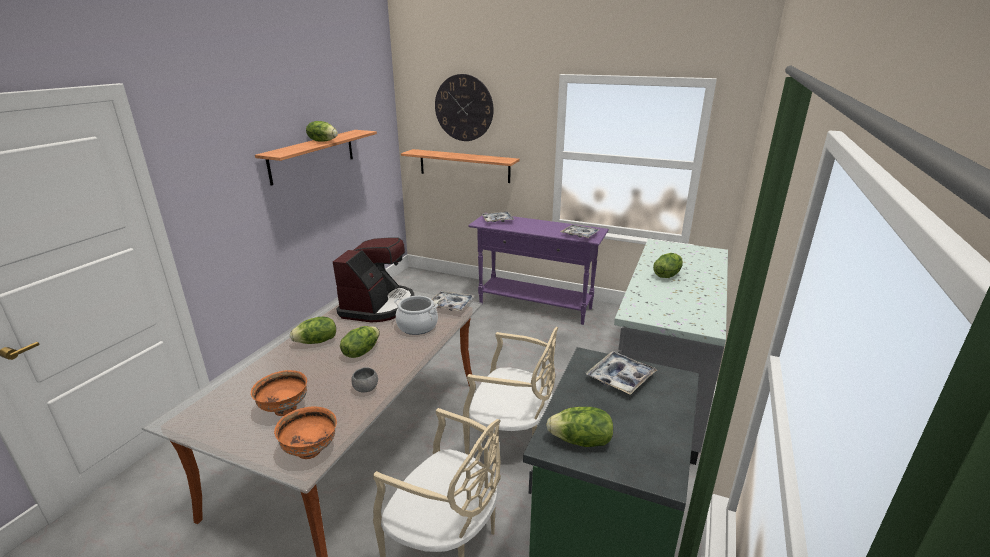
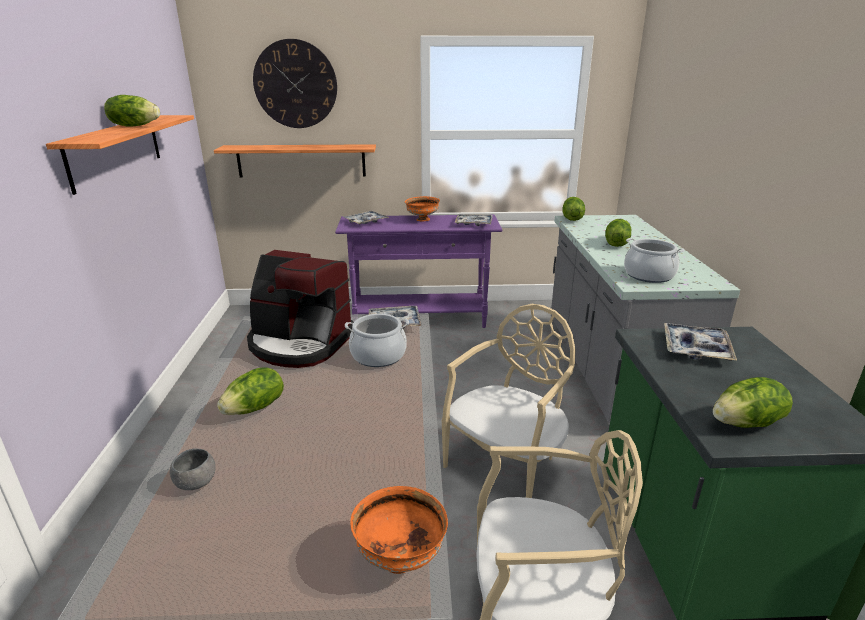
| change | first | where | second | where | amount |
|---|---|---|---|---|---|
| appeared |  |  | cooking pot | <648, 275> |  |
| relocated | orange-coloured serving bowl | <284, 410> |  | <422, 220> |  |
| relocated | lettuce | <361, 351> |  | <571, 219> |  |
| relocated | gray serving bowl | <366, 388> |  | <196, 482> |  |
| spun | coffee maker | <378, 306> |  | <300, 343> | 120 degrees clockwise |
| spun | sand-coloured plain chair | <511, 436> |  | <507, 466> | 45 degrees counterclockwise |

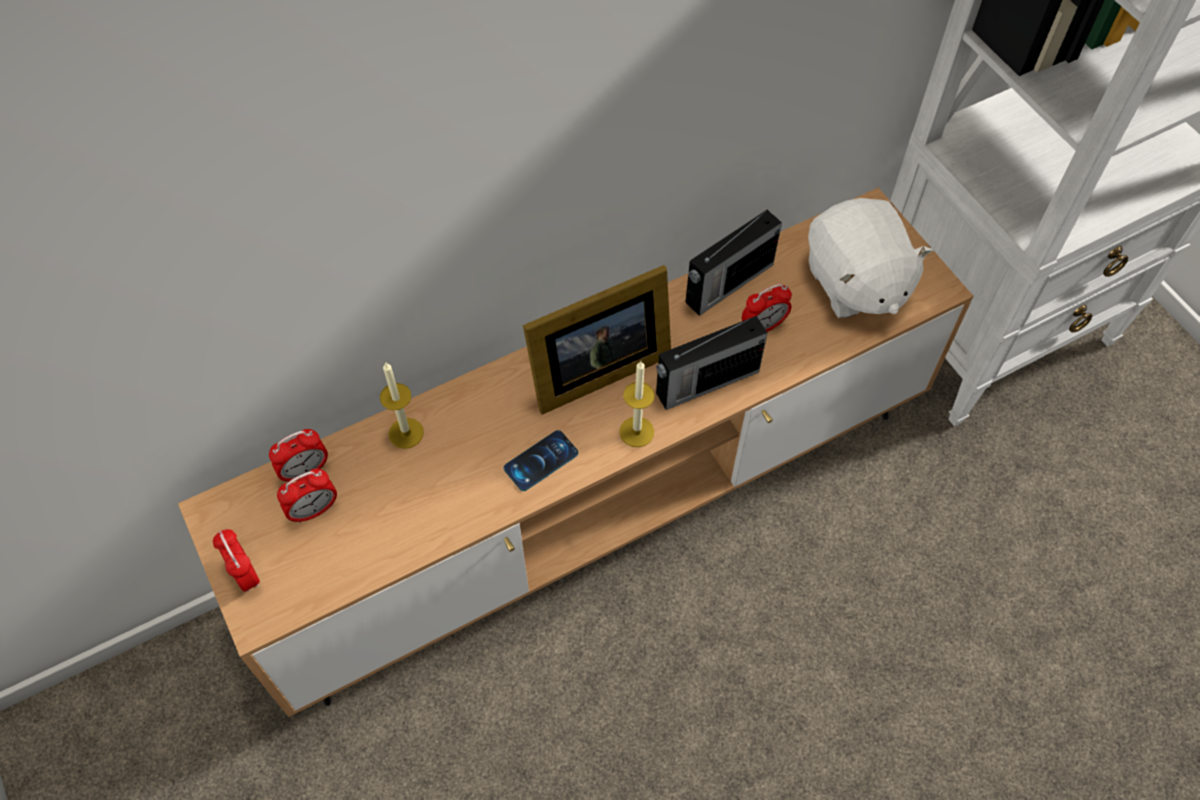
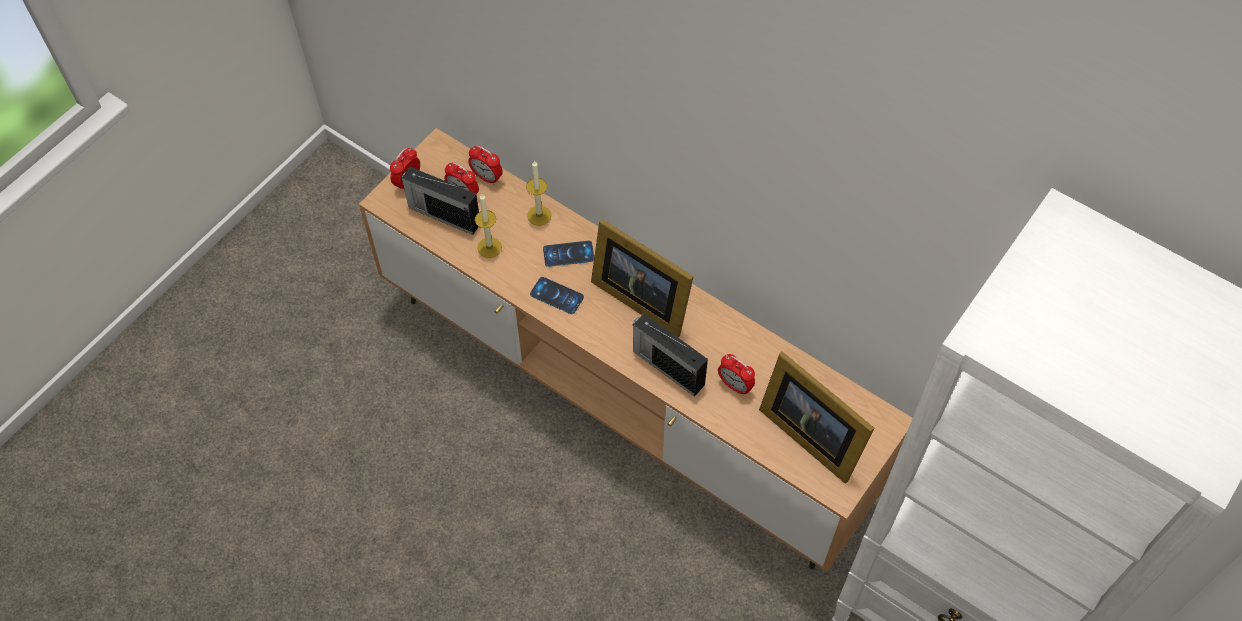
| change | first | where | second | where | amount |
|---|---|---|---|---|---|
| appeared |  |  | phone | <568, 254> |  |
| relocated | candle | <636, 432> |  | <489, 247> |  |
| relocated | radio | <727, 284> |  | <443, 214> |  |
| exchanged | white soft toy | <855, 283> | standing frame | <809, 432> |  |

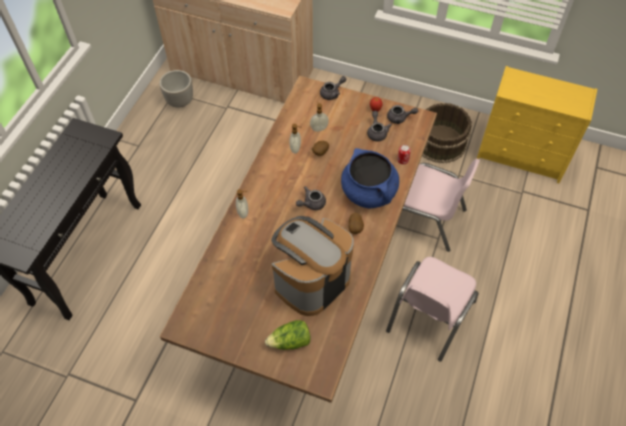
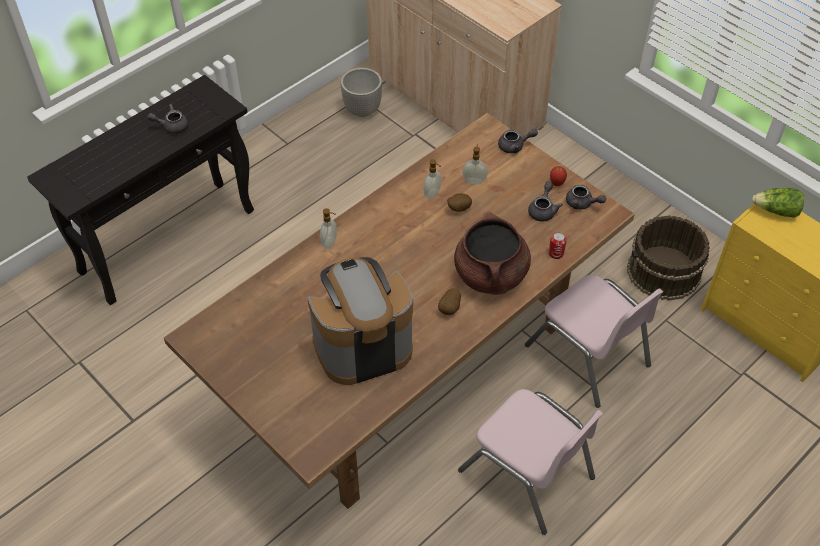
| change | first | where | second | where | amount |
|---|---|---|---|---|---|
| relocated | lettuce | <290, 341> |  | <776, 211> |  |
| relocated | gray tea pot | <311, 203> |  | <172, 126> |  |
| colour | blue cooking pot | <369, 192> | brown cooking pot | <491, 275> |  |
| spun | pinkish plain chair | <429, 316> |  | <527, 474> | 105 degrees counterclockwise |

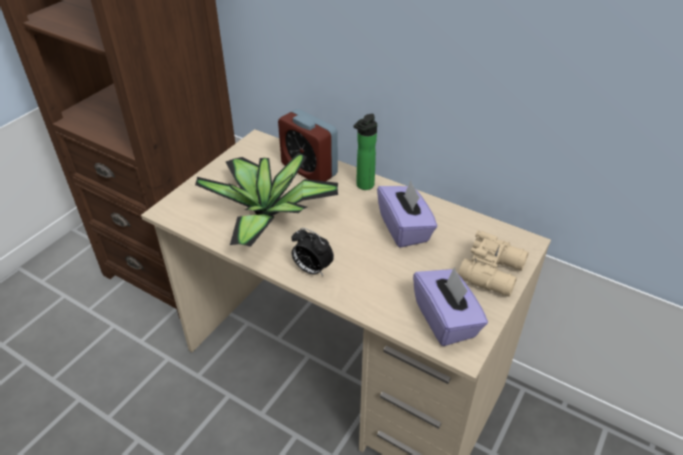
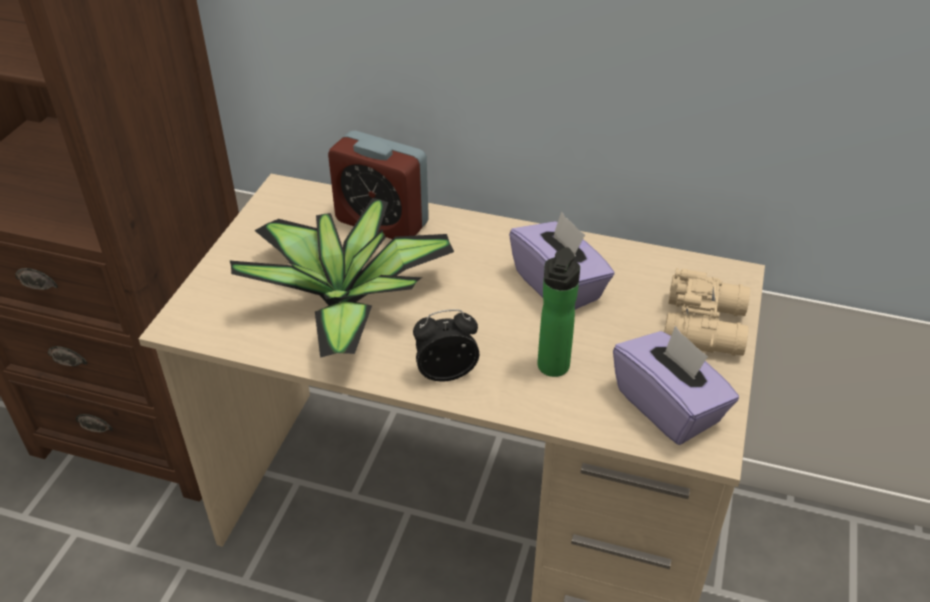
| change | first | where | second | where | amount |
|---|---|---|---|---|---|
| relocated | bottle | <363, 186> |  | <552, 369> |  |
| spun | bedside clock | <311, 269> |  | <446, 372> | 150 degrees clockwise |

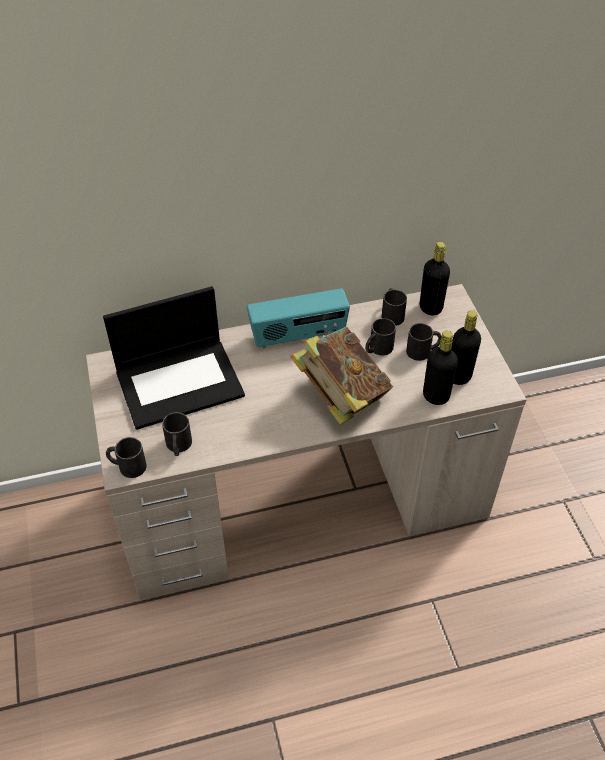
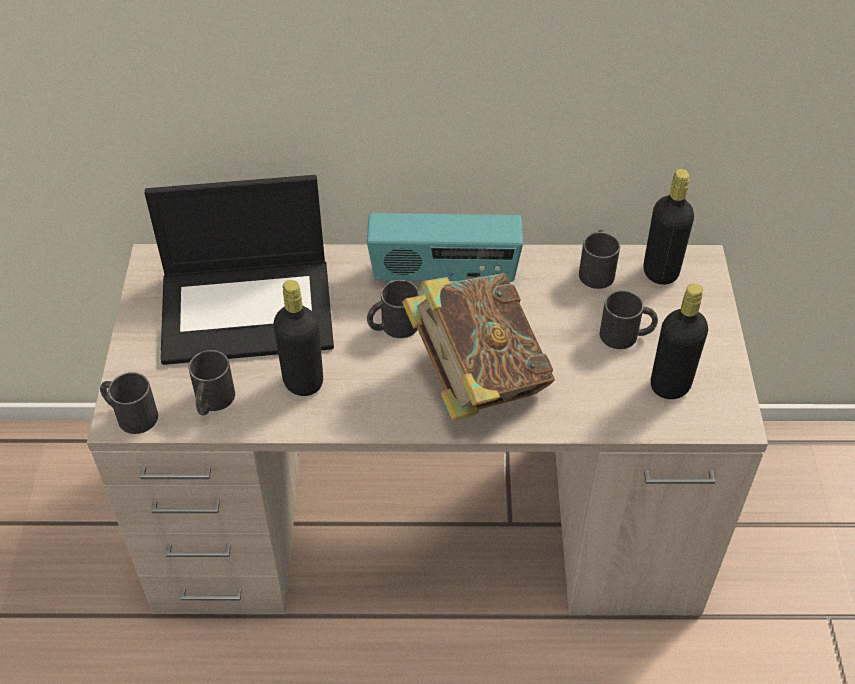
| change | first | where | second | where | amount |
|---|---|---|---|---|---|
| relocated | black mug | <377, 349> |  | <393, 326> |  |
| relocated | black bottle | <436, 396> |  | <303, 382> |  |

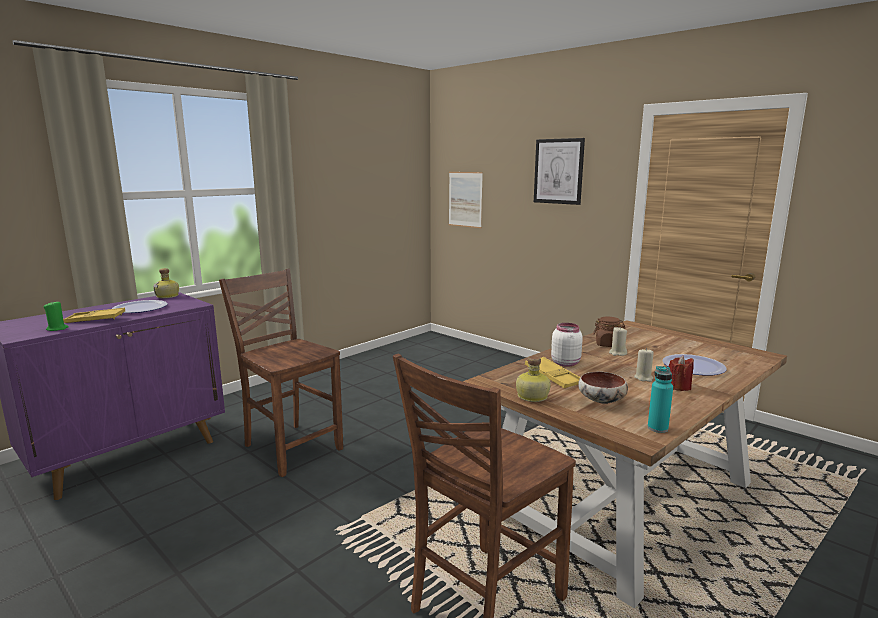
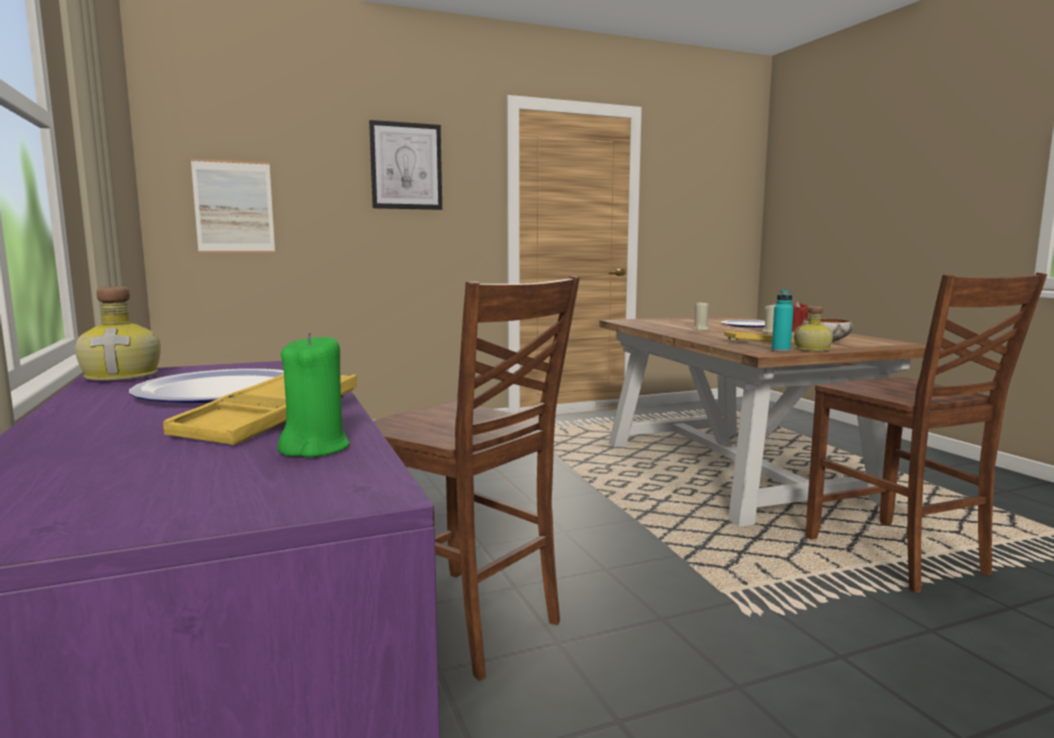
| change | first | where | second | where | amount |
|---|---|---|---|---|---|
| missing | white preserve jar | <565, 363> |  |  |  |
| missing | brown preserve jar | <607, 344> |  |  |  |
| relocated | blue-green bottle | <657, 428> |  | <781, 350> |  |
| spun | brown plain chair | <291, 447> |  | <465, 623> | 120 degrees counterclockwise |

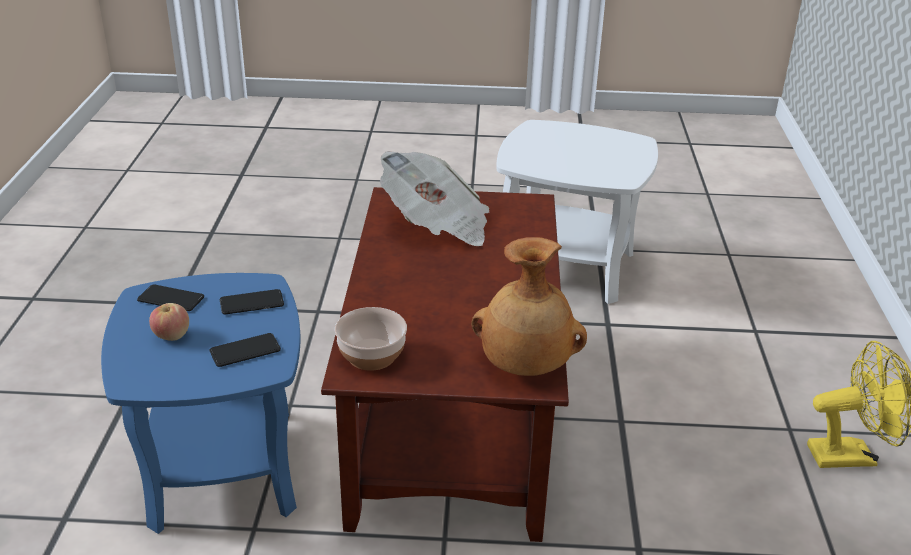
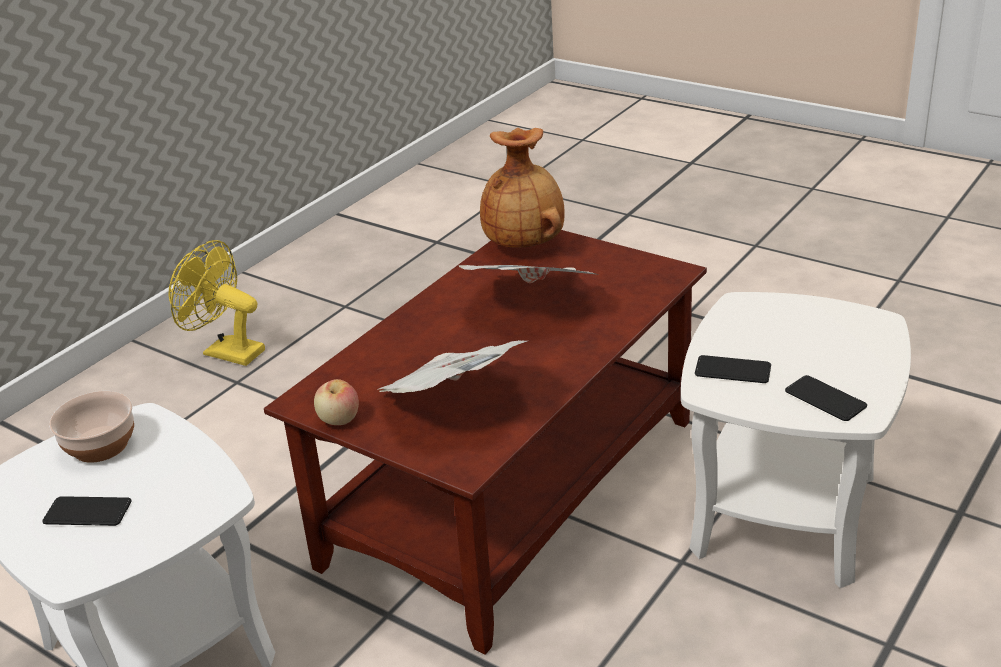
| change | first | where | second | where | amount |
|---|---|---|---|---|---|
| appeared |  |  | daily paper | <534, 301> |  |
| relocated | apple | <171, 335> |  | <339, 419> |  |
| relocated | phone | <245, 351> |  | <87, 512> |  |
| relocated | serving bowl | <371, 355> |  | <100, 446> |  |
| colour | blue end table | <222, 467> | white end table | <784, 513> |  |

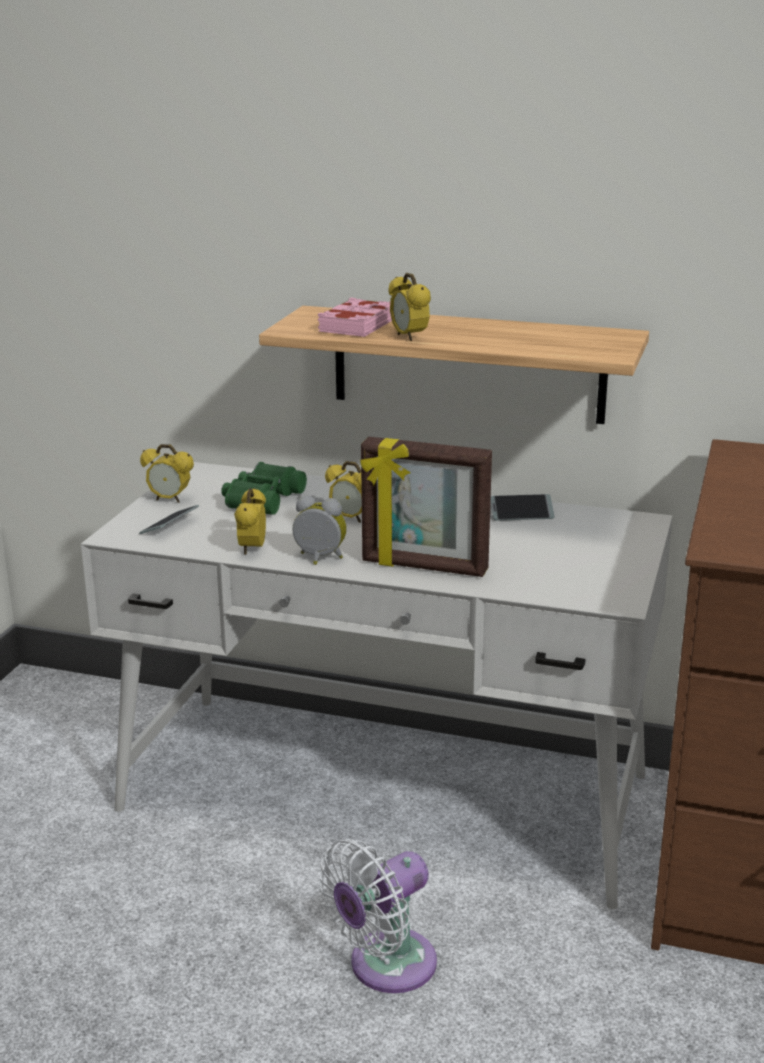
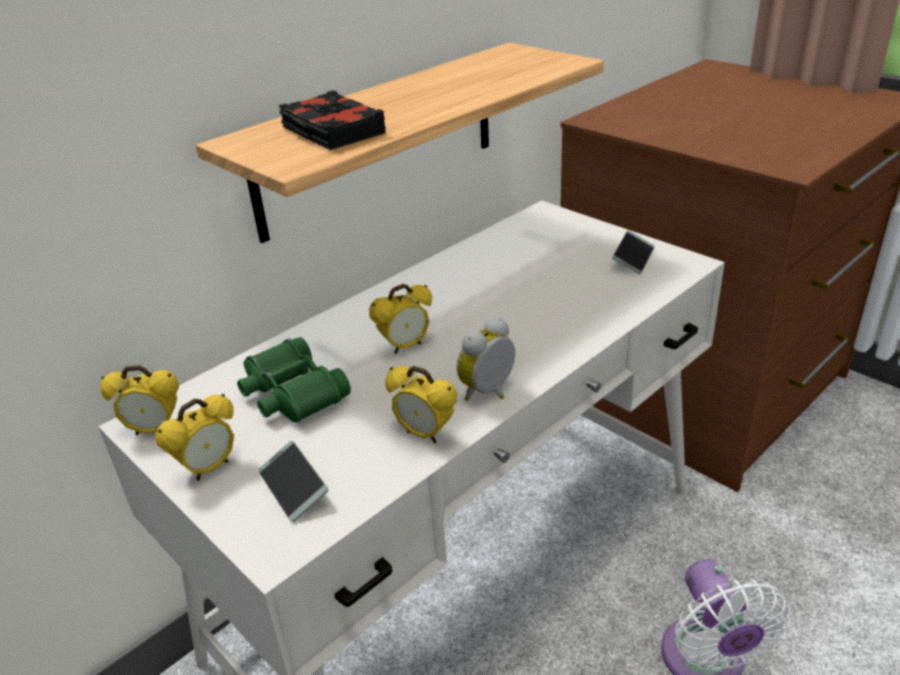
| change | first | where | second | where | amount |
|---|---|---|---|---|---|
| missing | standing frame | <424, 567> |  |  |  |
| relocated | bedside clock | <409, 337> |  | <154, 430> |  |
| relocated | phone | <521, 514> |  | <633, 258> |  |
| colour | pinkish bound book | <356, 325> | black bound book | <332, 131> |  |

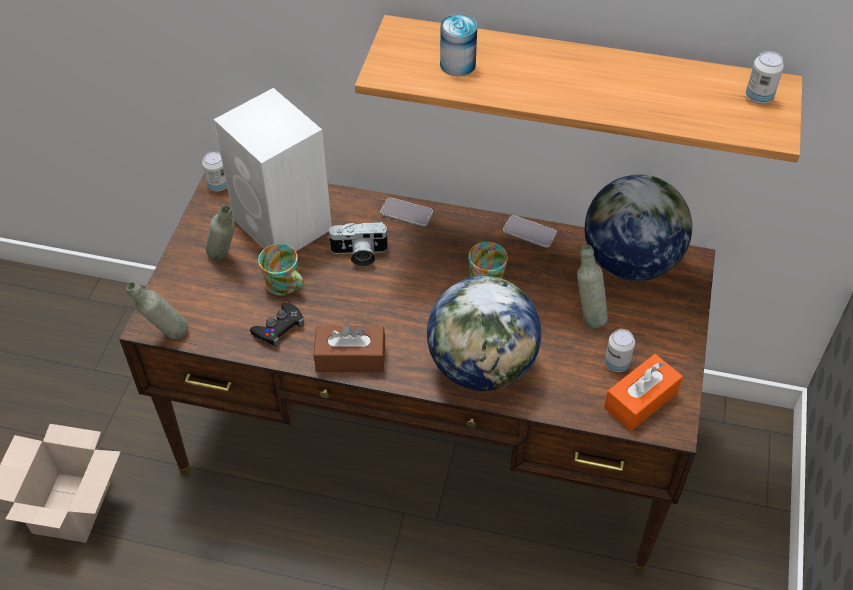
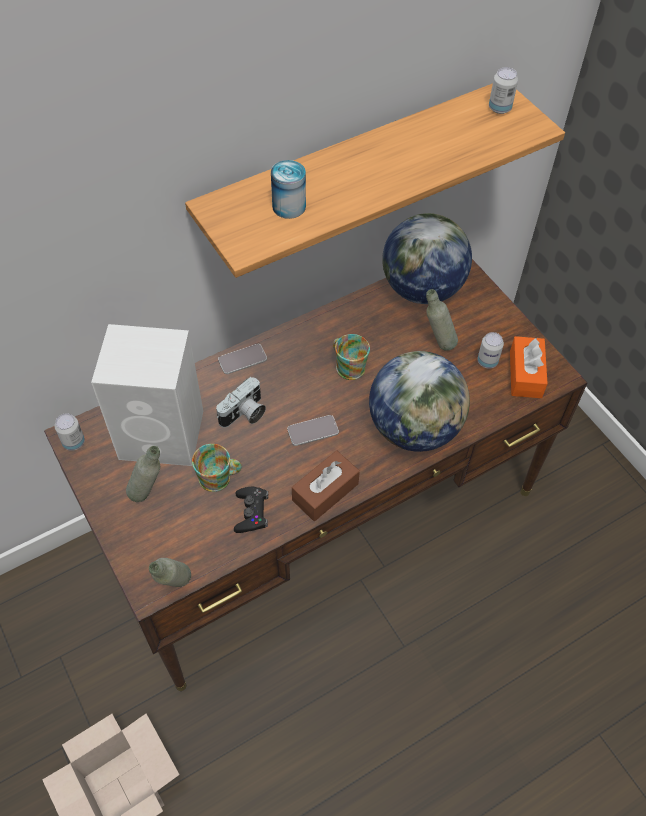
| change | first | where | second | where | amount |
|---|---|---|---|---|---|
| relocated | phone | <529, 232> |  | <313, 431> |  |

